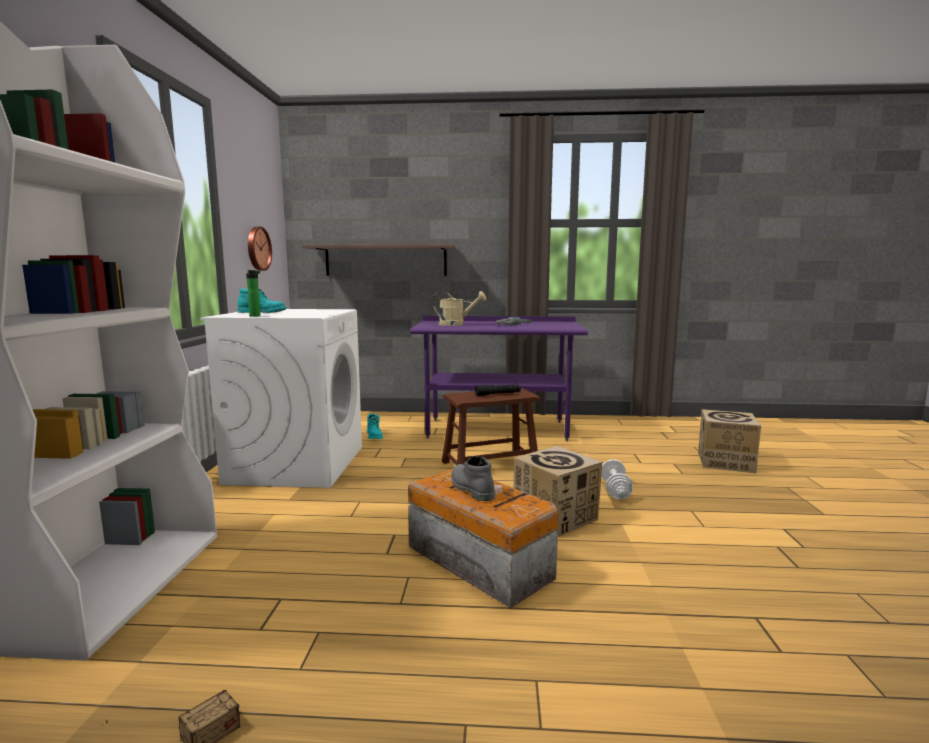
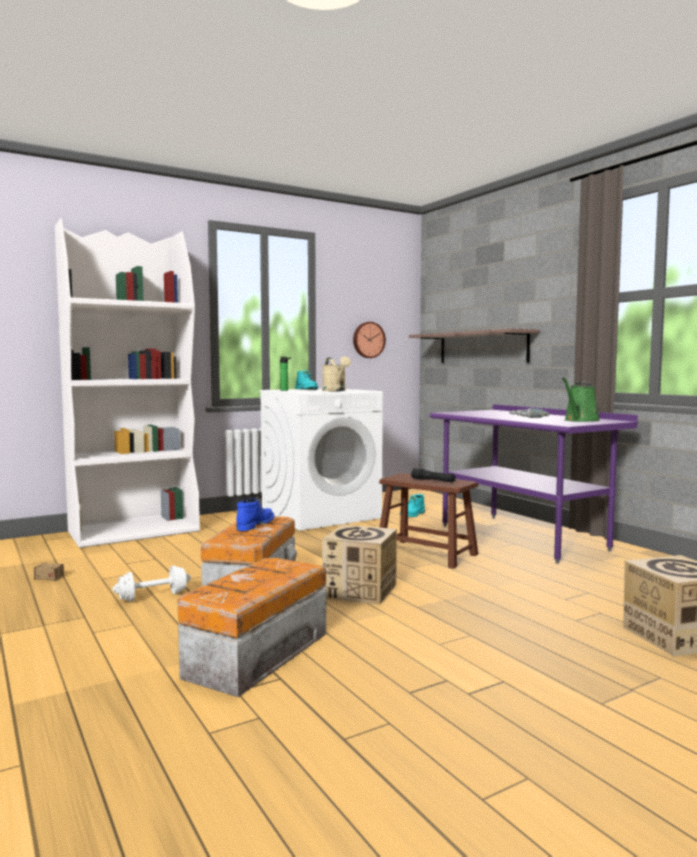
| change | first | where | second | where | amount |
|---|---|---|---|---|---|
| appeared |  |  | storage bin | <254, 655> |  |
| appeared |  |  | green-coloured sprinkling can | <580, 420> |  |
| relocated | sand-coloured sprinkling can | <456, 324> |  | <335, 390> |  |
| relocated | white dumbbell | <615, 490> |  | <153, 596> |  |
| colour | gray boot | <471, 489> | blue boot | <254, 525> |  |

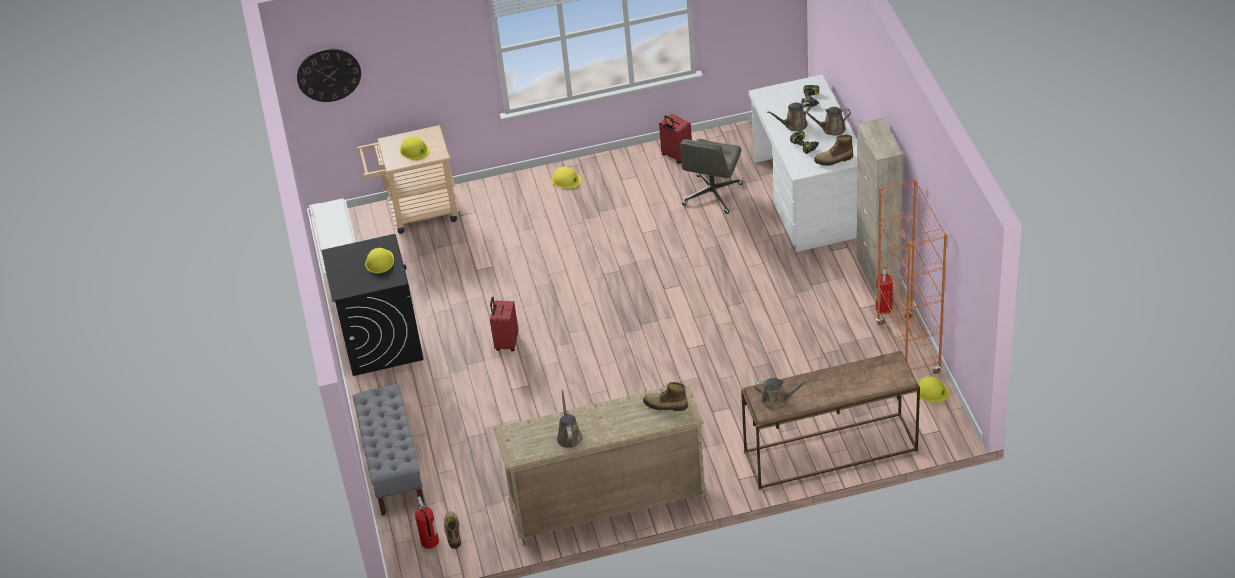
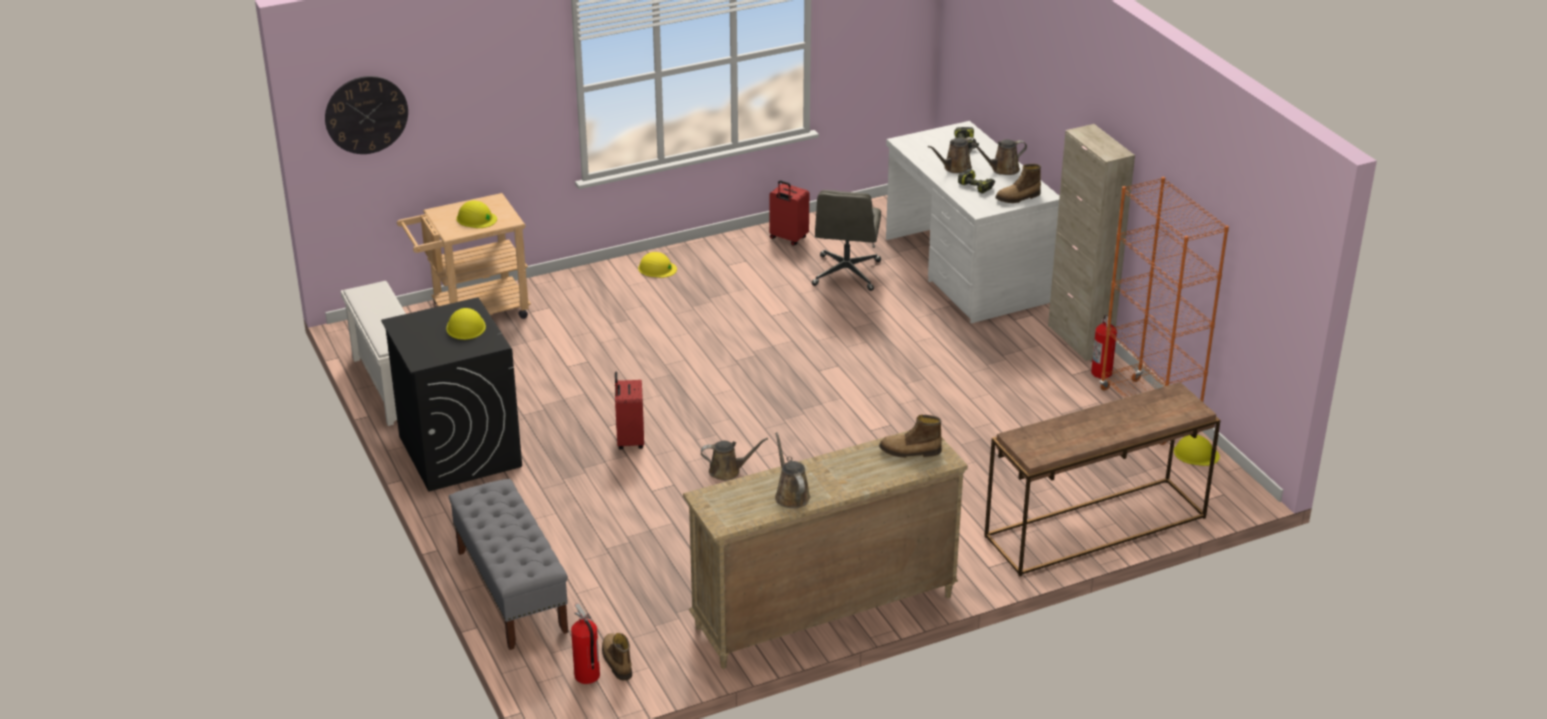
| change | first | where | second | where | amount |
|---|---|---|---|---|---|
| relocated | brown sprinkling can | <777, 400> |  | <728, 471> |  |

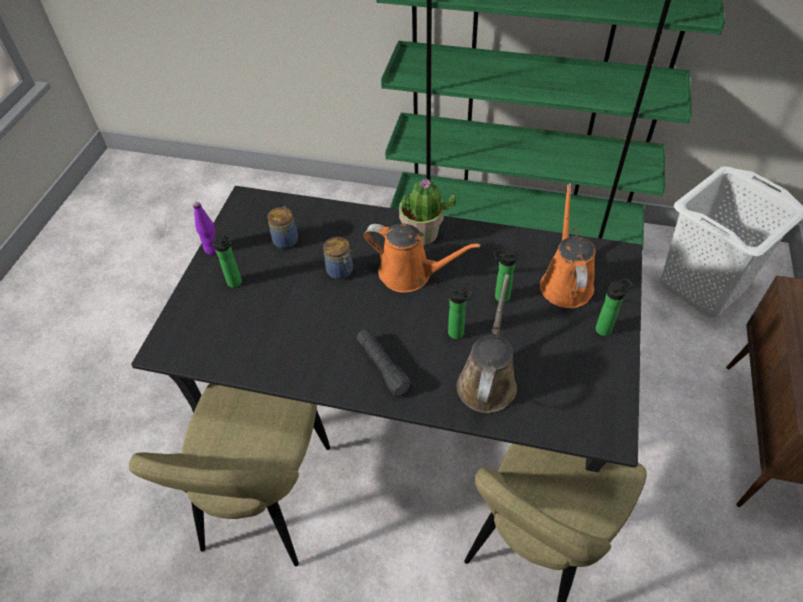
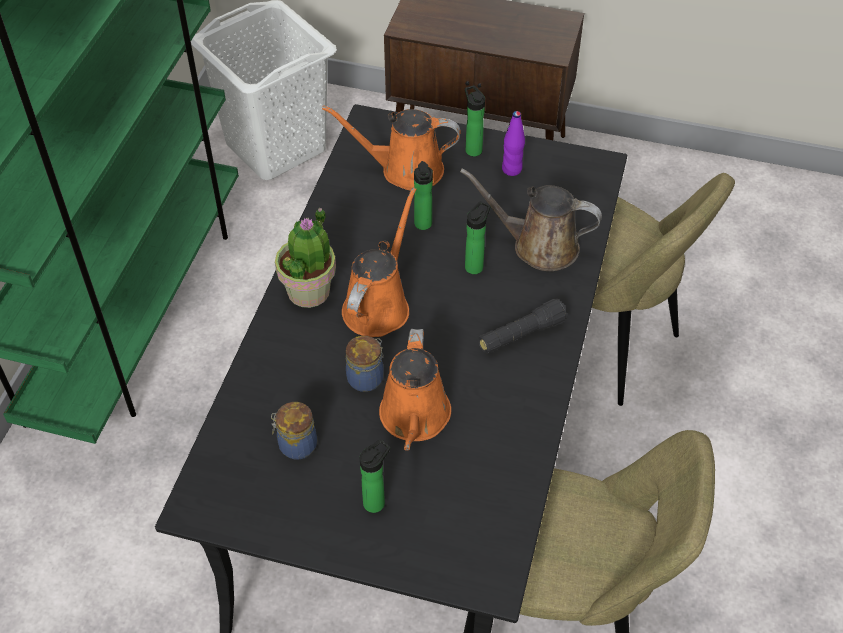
| change | first | where | second | where | amount |
|---|---|---|---|---|---|
| appeared |  |  | orange-coloured sprinkling can | <414, 419> |  |
| relocated | purplish bottle | <212, 249> |  | <512, 169> |  |

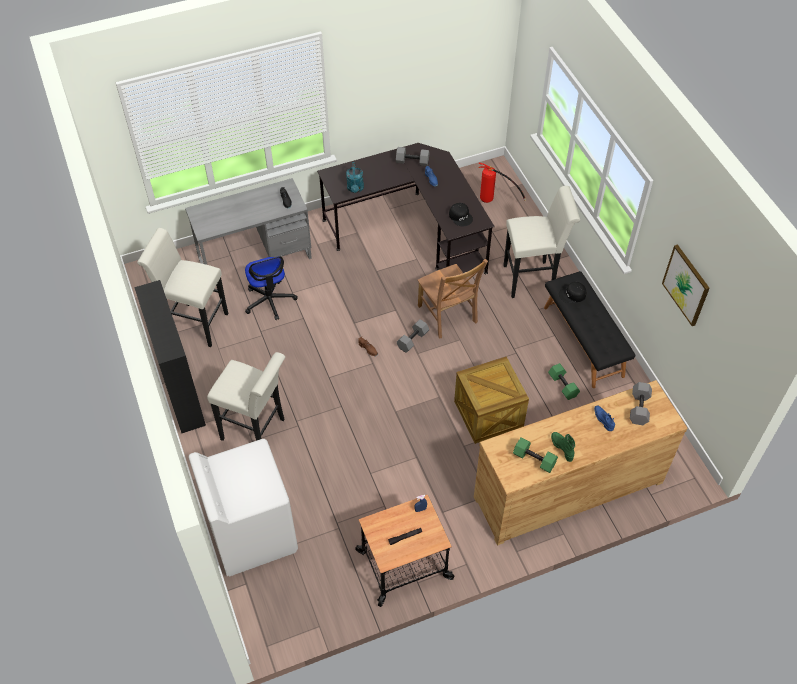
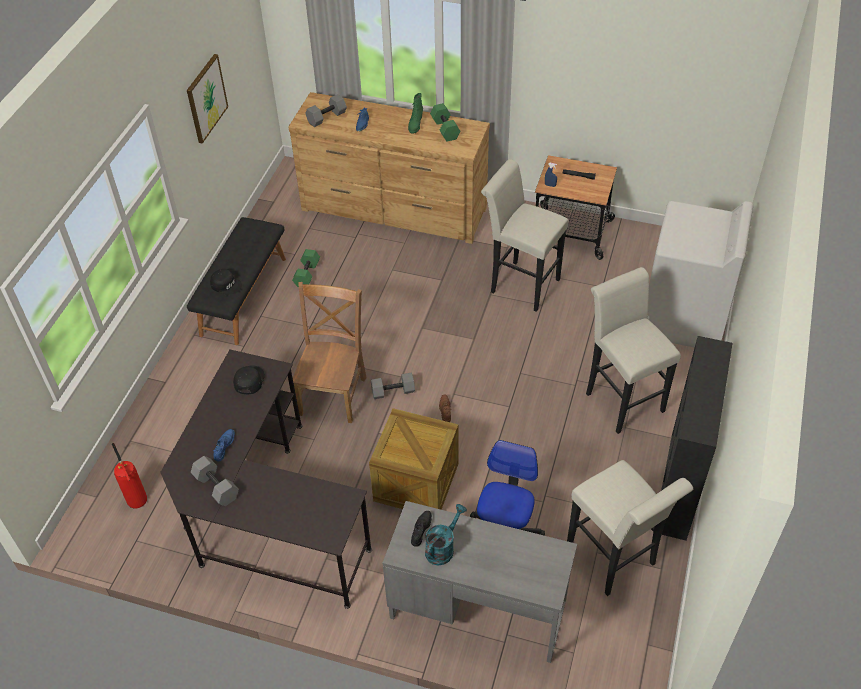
| change | first | where | second | where | amount |
|---|---|---|---|---|---|
| relocated | blue-green sprinkling can | <355, 189> |  | <442, 547> |  |
| relocated | packing crate | <488, 414> |  | <416, 482> |  |
| relocated | white stool seat | <533, 279> |  | <520, 284> |  |

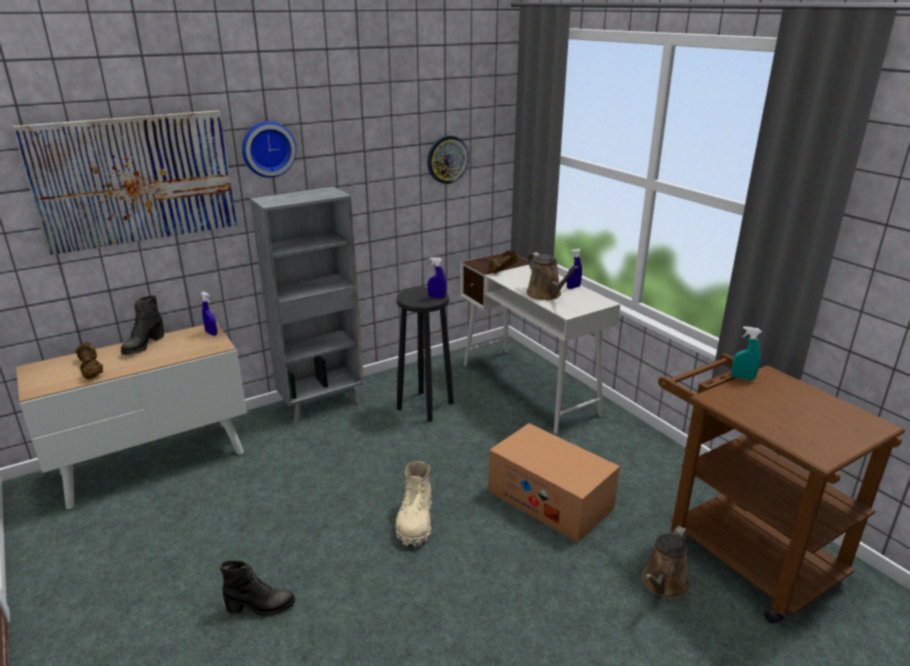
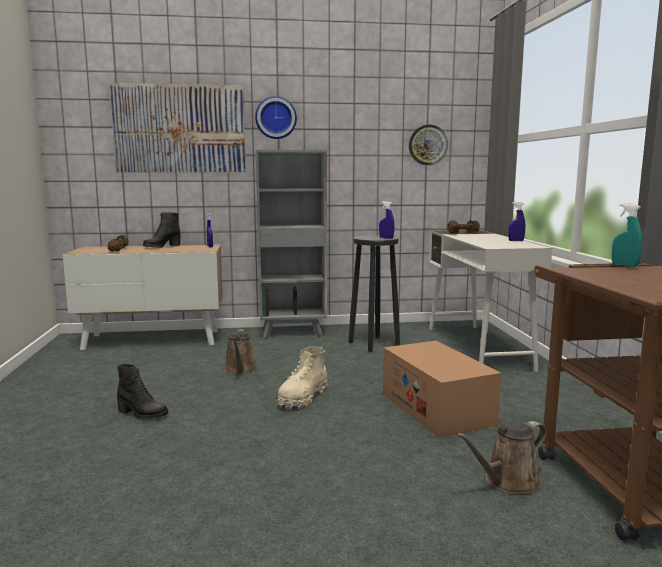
| change | first | where | second | where | amount |
|---|---|---|---|---|---|
| relocated | brown sprinkling can | <546, 294> |  | <240, 369> |  |

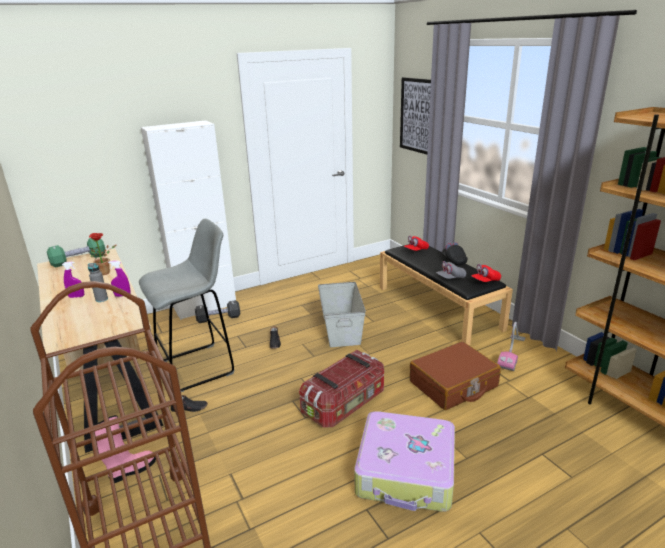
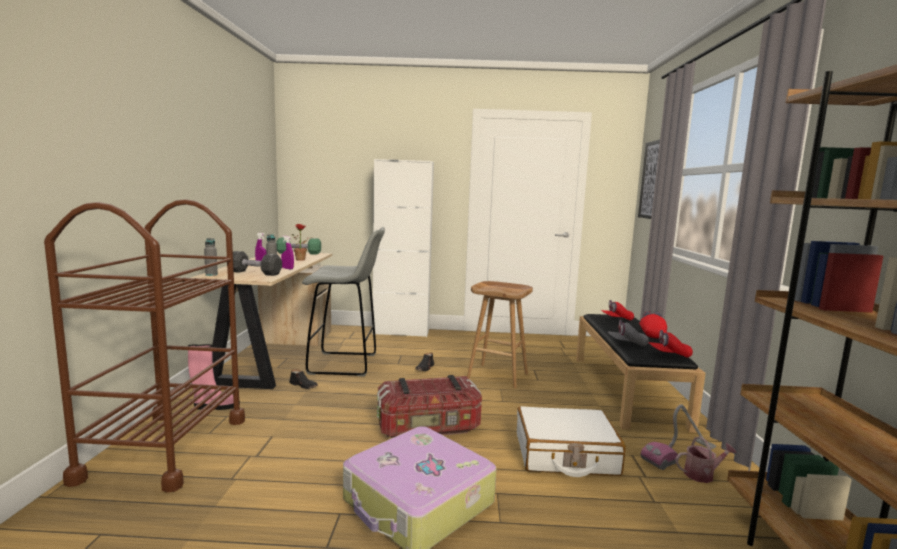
| change | first | where | second | where | amount |
|---|---|---|---|---|---|
| appeared |  |  | gray bottle | <211, 274> |  |
| appeared |  |  | sprinkling can | <702, 474> |  |
| relocated | black dumbbell | <218, 318> |  | <254, 273> |  |
| exchanged | gray storage bin | <341, 328> | brown stool seat | <498, 376> |  |
| colour | brown travel case | <453, 385> | white travel case | <565, 455> |  |
| colour | black cap | <453, 260> | red-coloured cap | <651, 333> |  |

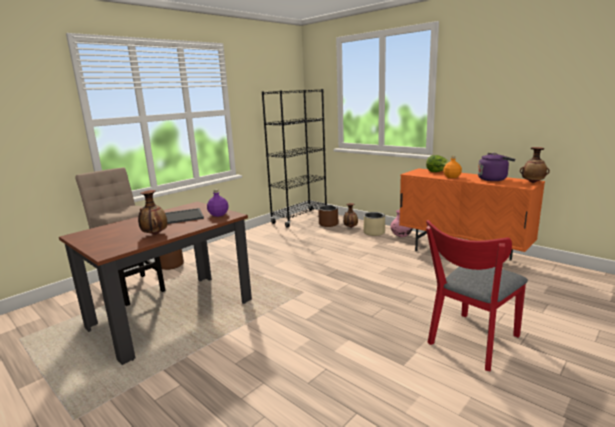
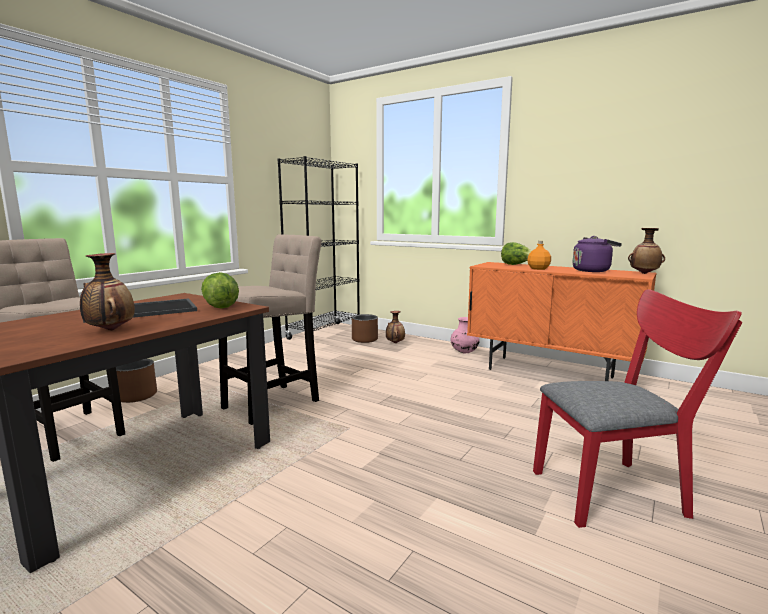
| change | first | where | second | where | amount |
|---|---|---|---|---|---|
| missing | sand-coloured planter | <374, 232> |  |  |  |
| appeared |  |  | sand-coloured stool seat | <275, 402> |  |
| exchanged | purplish bottle | <218, 215> | lettuce | <221, 306> |  |
| spun | red-coloured plain chair | <470, 342> |  | <617, 491> | 135 degrees counterclockwise |

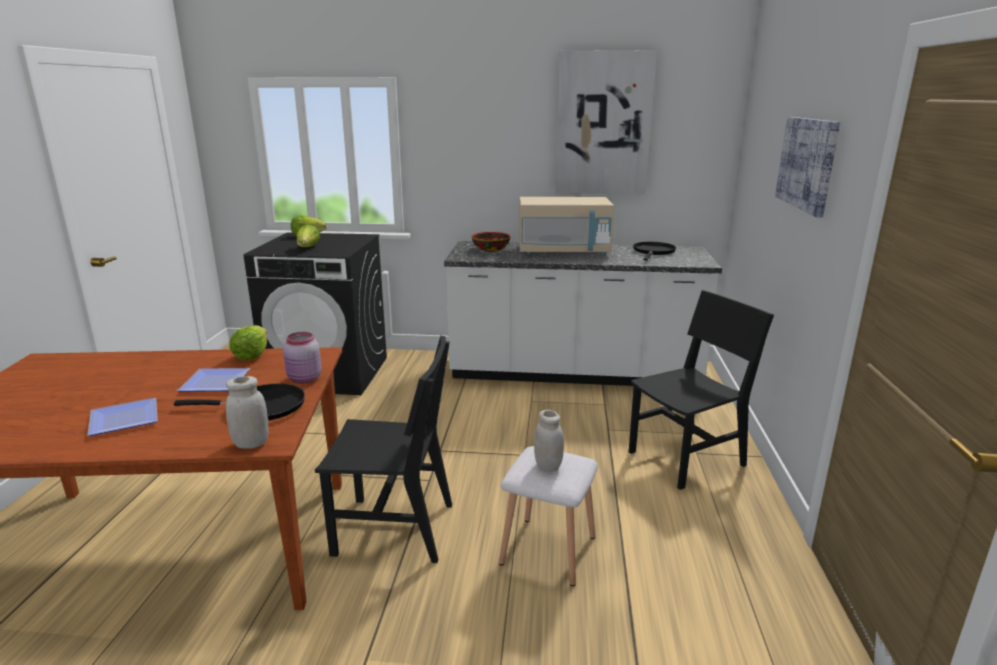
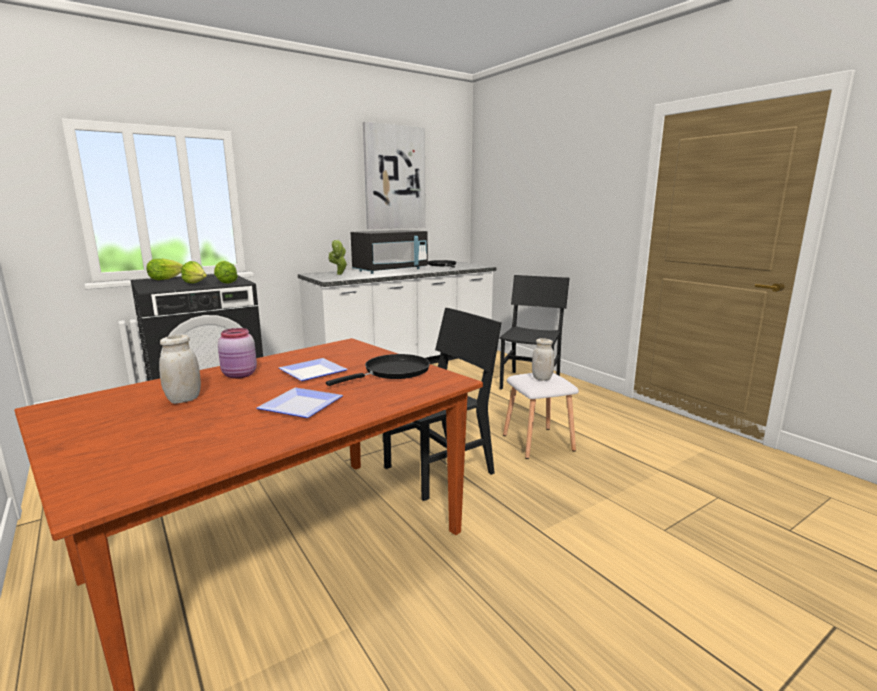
| change | first | where | second | where | amount |
|---|---|---|---|---|---|
| missing | wall picture | <807, 163> |  |  |  |
| relocated | white preserve jar | <251, 443> |  | <184, 399> |  |
| relocated | lettuce | <251, 355> |  | <225, 282> |  |
| relocated | pinkish preserve jar | <304, 379> |  | <240, 375> |  |
| exchanged | serving bowl | <491, 250> | plant in a pot | <339, 274> |  |
| colour | sand-coloured microwave oven | <563, 252> | black microwave oven | <390, 270> |  |

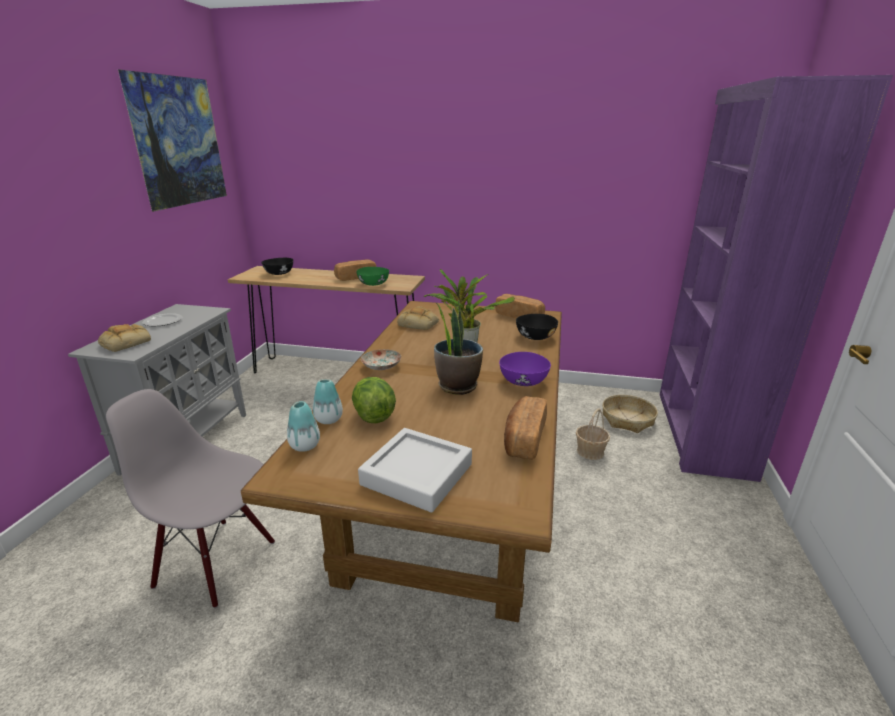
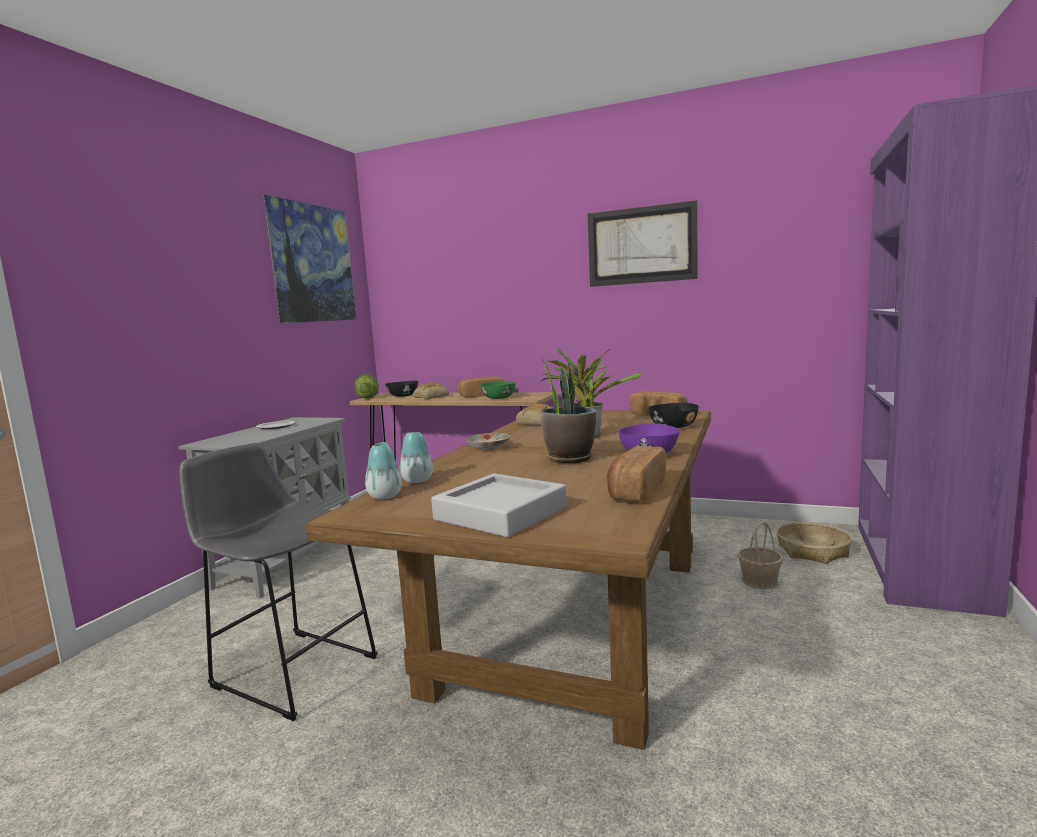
| change | first | where | second | where | amount |
|---|---|---|---|---|---|
| appeared |  |  | wall picture | <641, 245> |  |
| relocated | baked bread | <126, 343> |  | <431, 397> |  |
| relocated | lettuce | <373, 415> |  | <367, 398> |  |
| exchanged | gray plain chair | <217, 562> | gray stool seat | <290, 669> |  |

